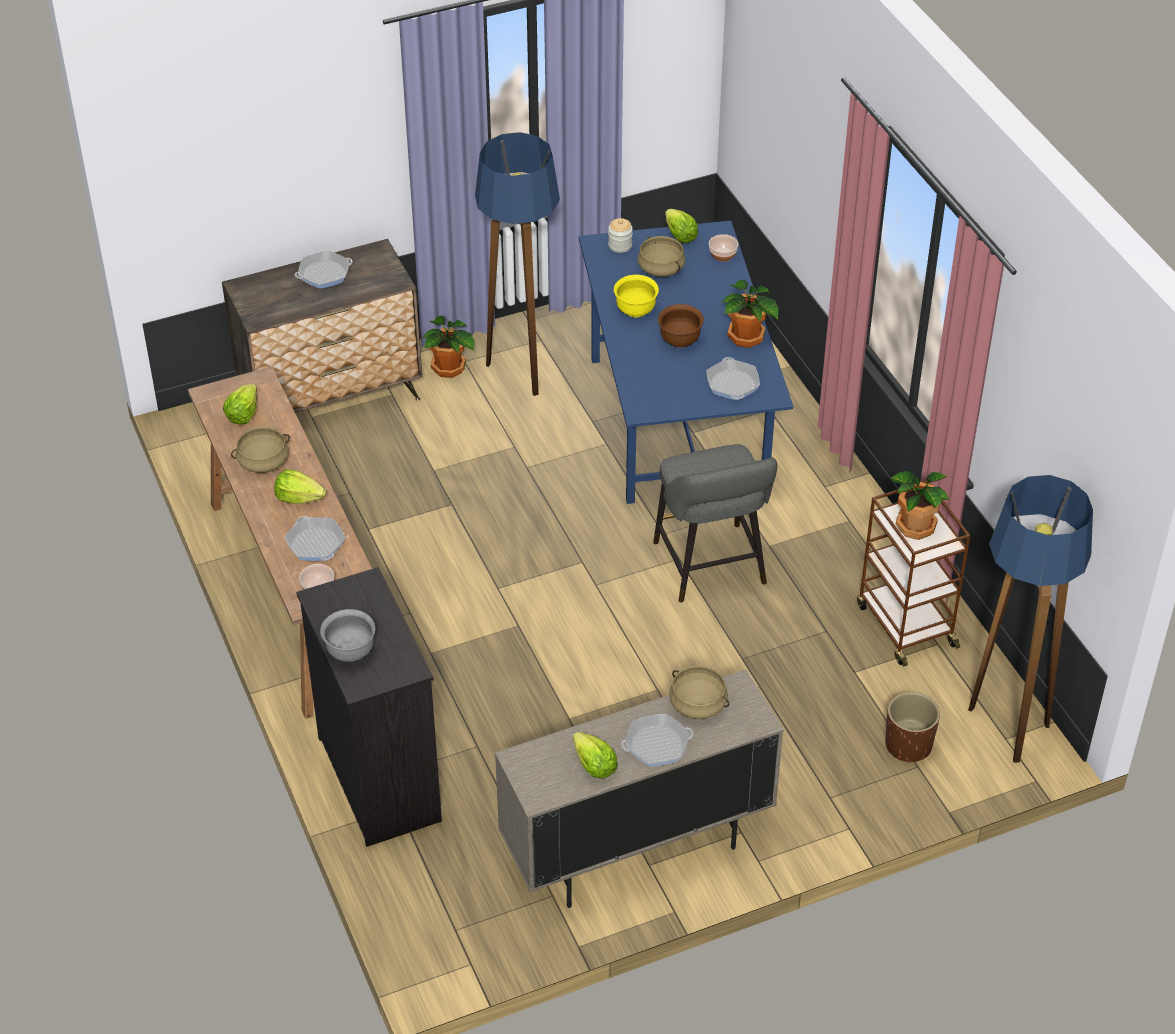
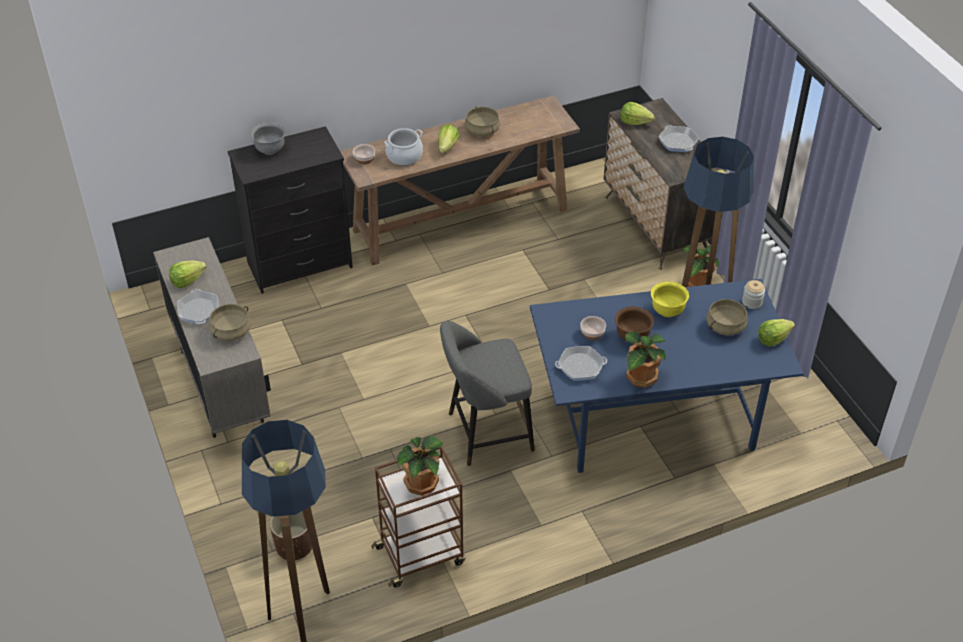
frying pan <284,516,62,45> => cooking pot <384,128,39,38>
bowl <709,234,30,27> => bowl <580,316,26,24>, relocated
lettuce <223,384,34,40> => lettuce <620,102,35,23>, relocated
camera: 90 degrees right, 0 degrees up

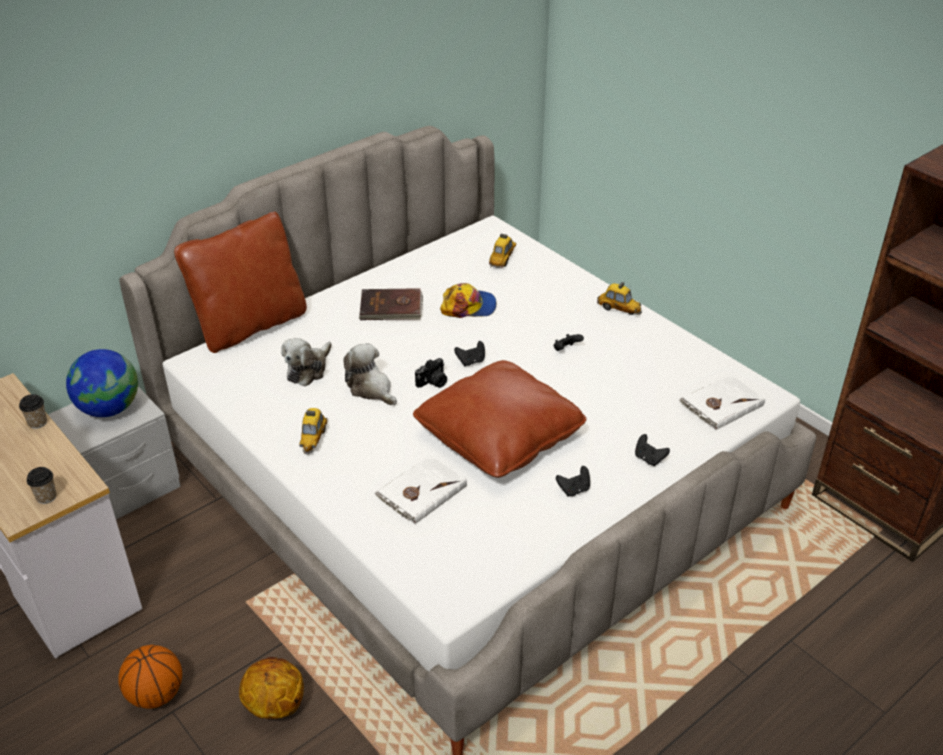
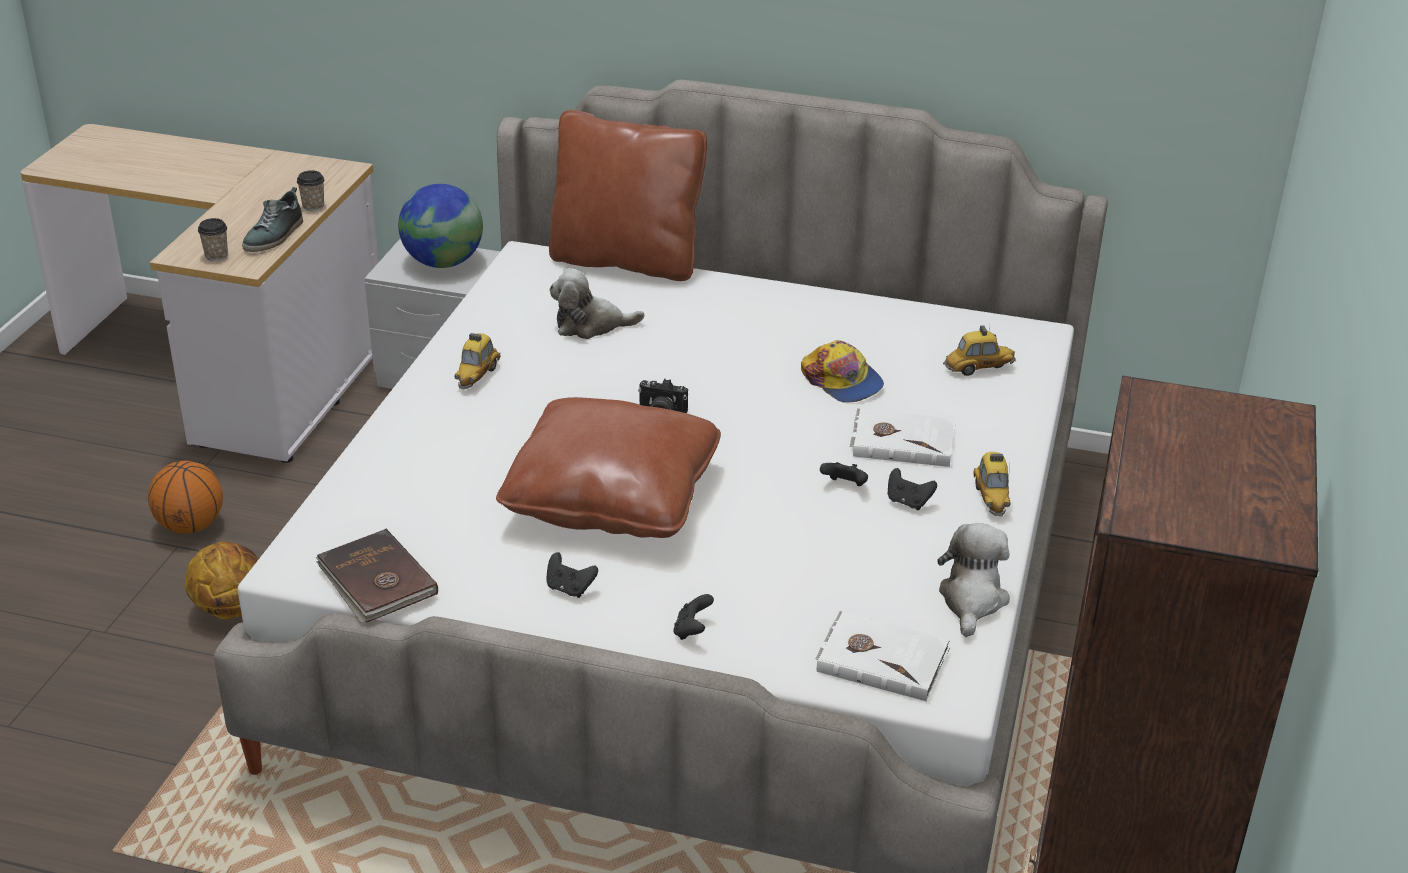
nothing => shoe <242,187,61,65>
brown book <359,288,64,32> => brown book <316,529,122,94>, relocated
toy car <299,408,29,46> => toy car <455,333,46,57>, 45 degrees counterclockwise
white book <375,455,92,69> => white book <850,408,105,59>, relocated
black game controller <454,341,31,25> => black game controller <888,468,49,42>, relocated
plush toy <343,343,54,62> => plush toy <937,523,73,114>, relocated
camera: 55 degrees right, 5 degrees down

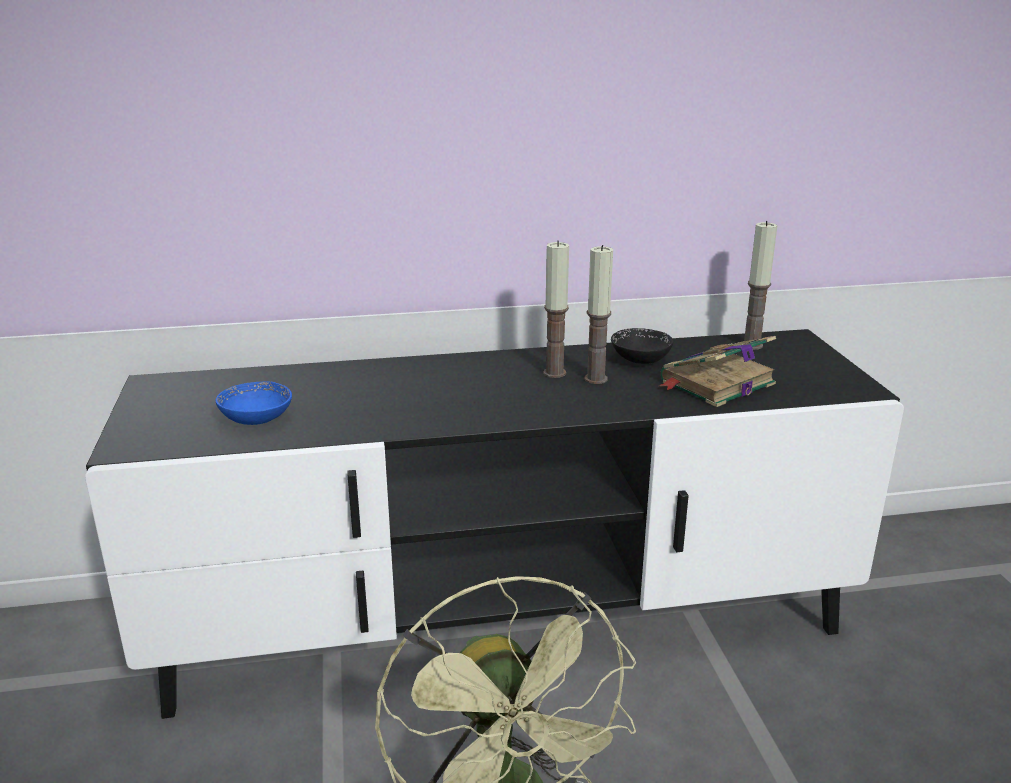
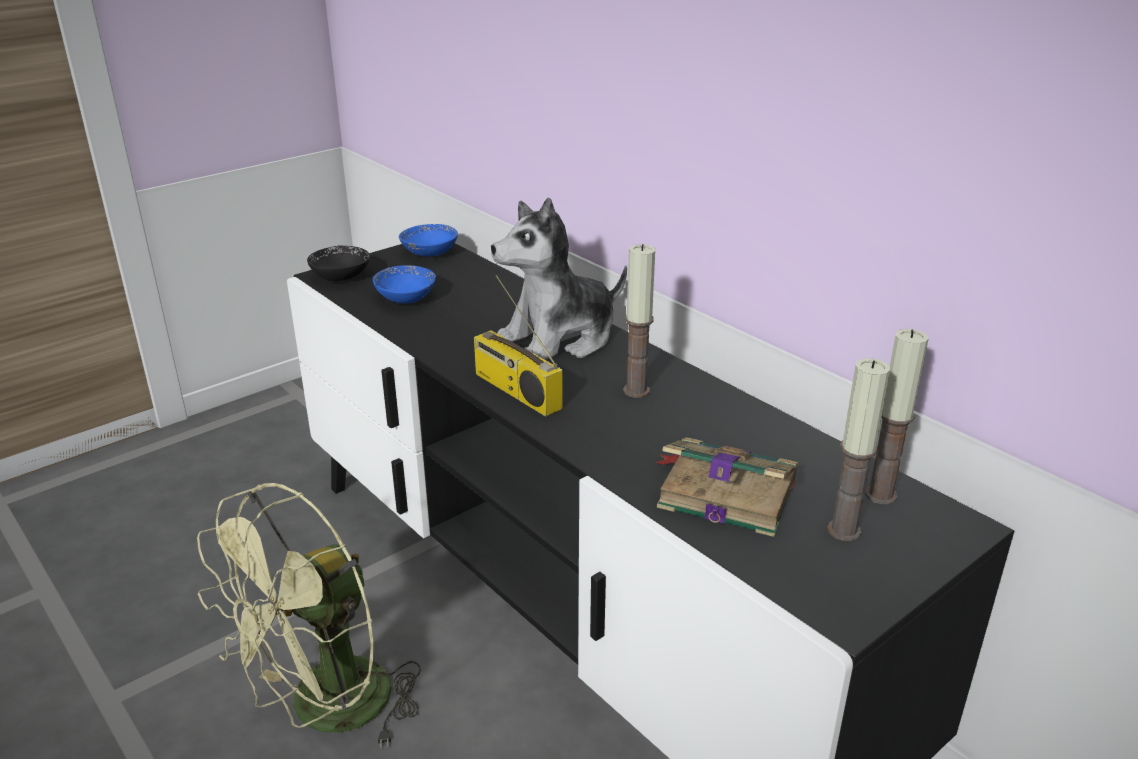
black bowl <611,328,62,36> => black bowl <307,245,63,36>, relocated
nothing => blue bowl <399,224,59,33>
nothing => radio <474,275,89,141>
nothing => plush toy <491,198,136,162>
candle <584,245,29,139> => candle <827,358,63,183>, relocated
camera: 60 degrees right, 5 degrees up

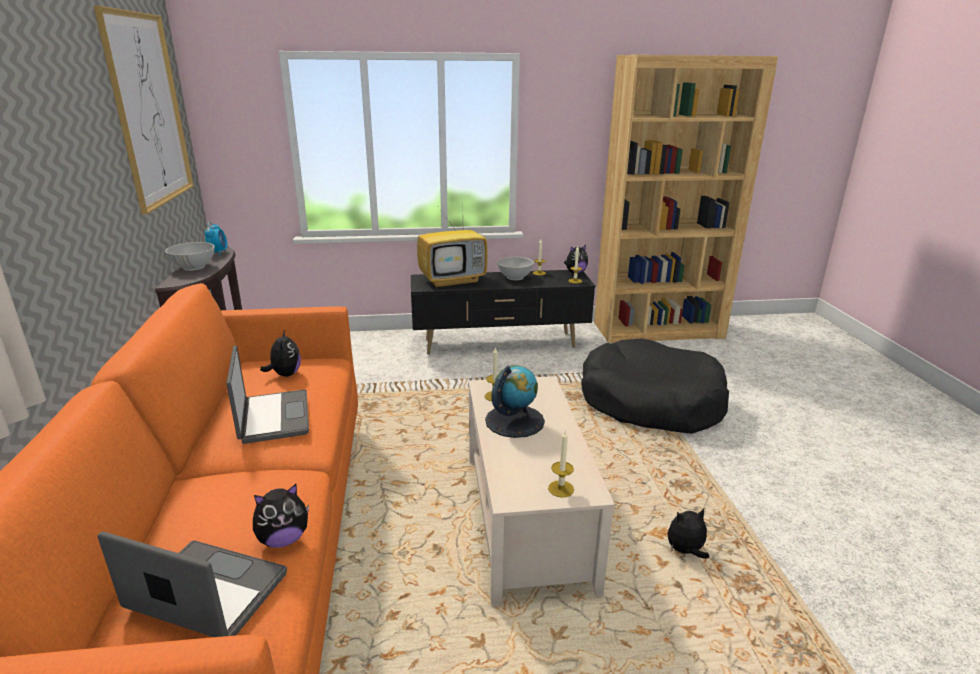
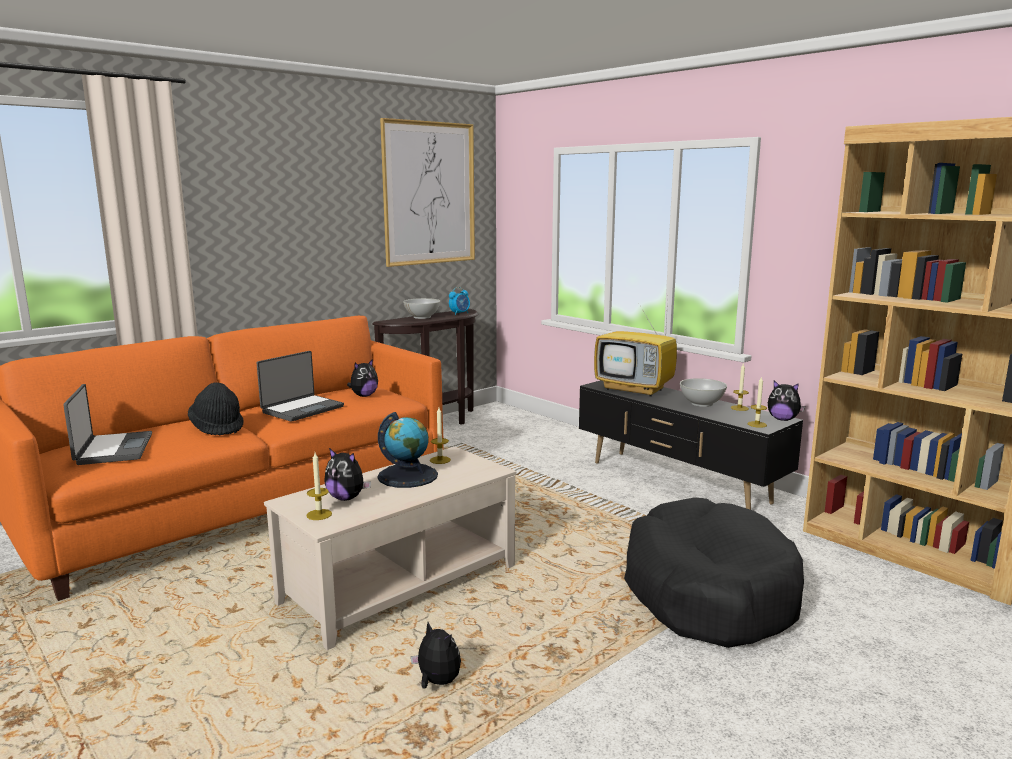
nothing => black hat <188,383,56,53>
plush toy <253,484,56,64> => plush toy <324,448,47,53>, relocated
camera: 55 degrees right, 10 degrees down

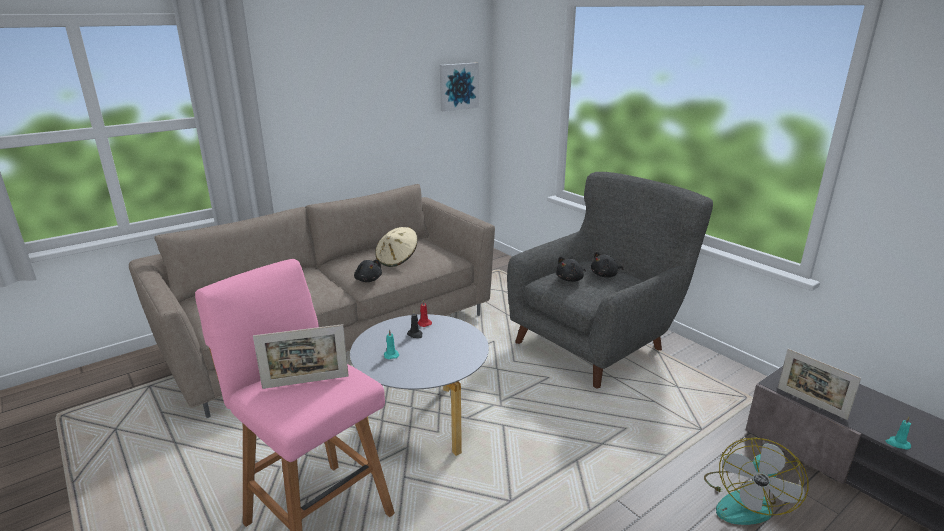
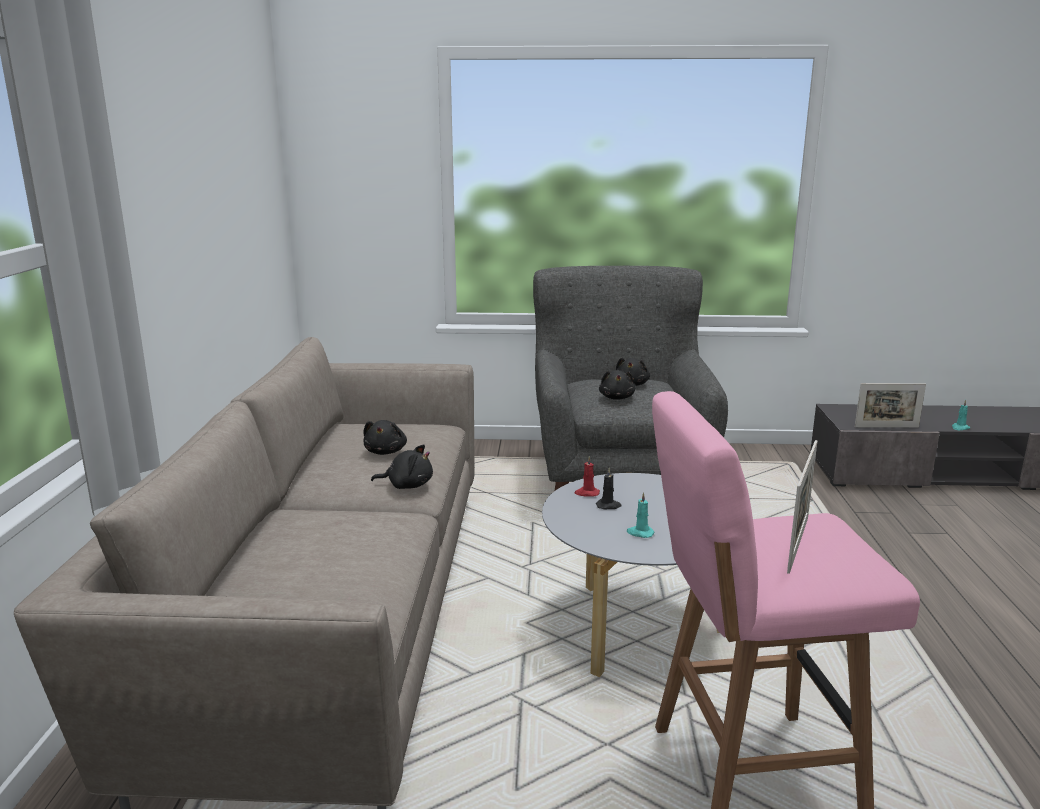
beige hat <375,227,43,40> => black plush toy <363,420,44,35>
picture <440,63,39,49> => nothing
fan <704,437,104,88> => nothing
camera: 50 degrees left, 5 degrees down

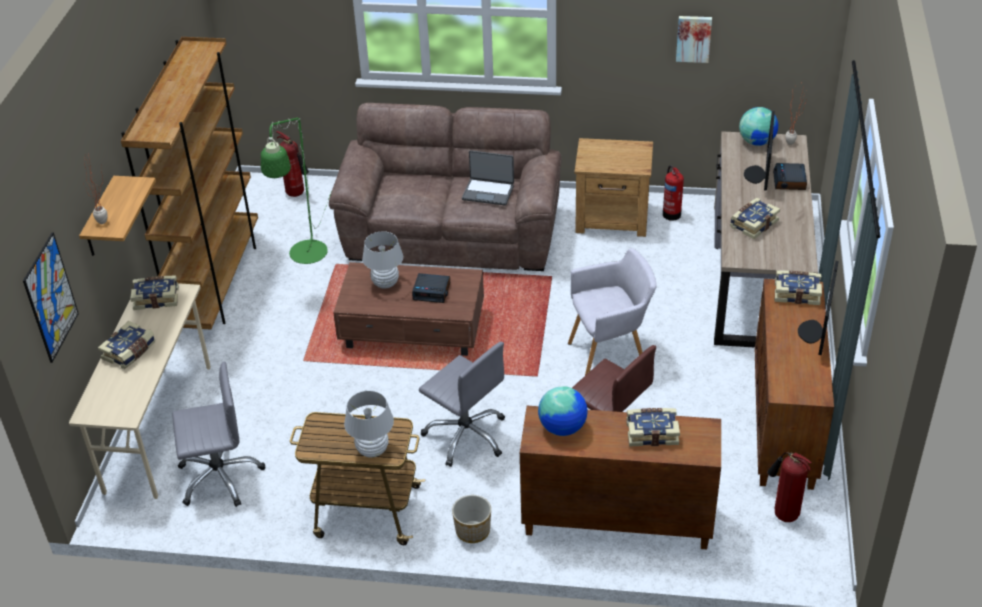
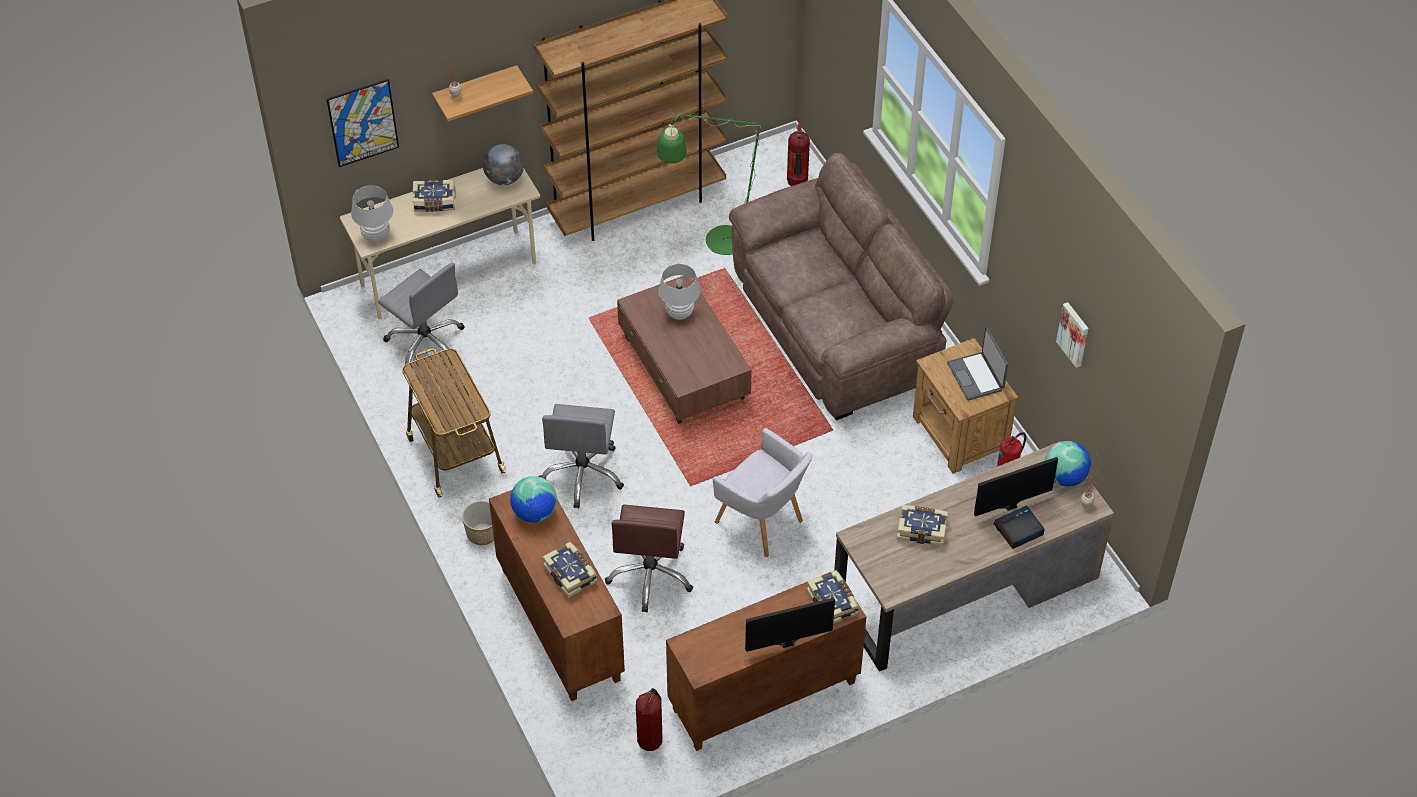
white table lamp <344,391,50,67> => white table lamp <351,185,42,57>, relocated
book <130,275,49,35> => globe <483,144,41,41>
laptop <462,150,52,56> => laptop <947,327,61,73>, relocated
alarm clock <412,273,38,30> => nothing
camera: 55 degrees right, 10 degrees up

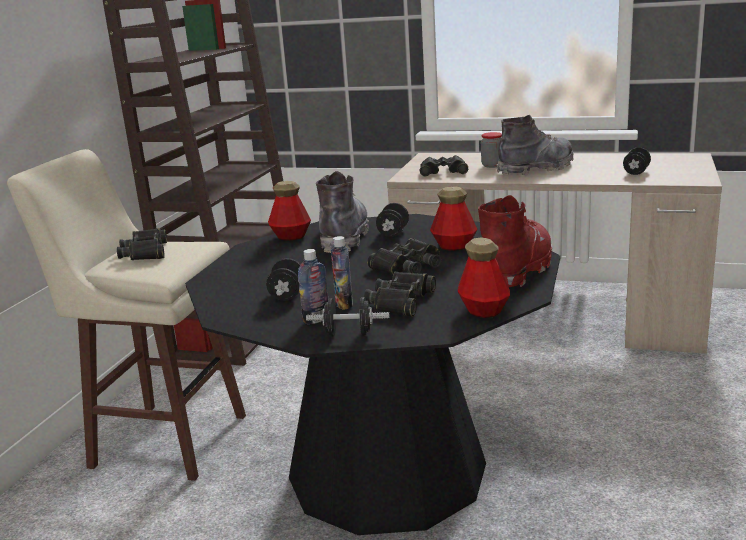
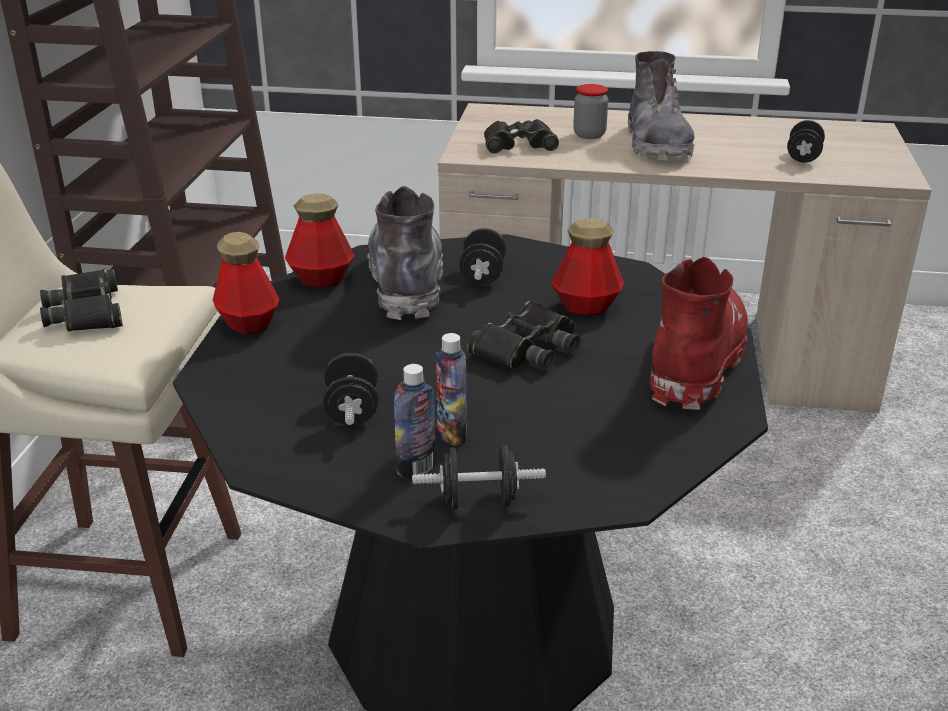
bottle <457,238,53,80> => bottle <213,232,66,103>, relocated
grey boot <496,115,78,60> => grey boot <628,51,67,110>, 120 degrees clockwise
black binoculars <364,272,72,45> => nothing
camera: 10 degrees left, 10 degrees up

